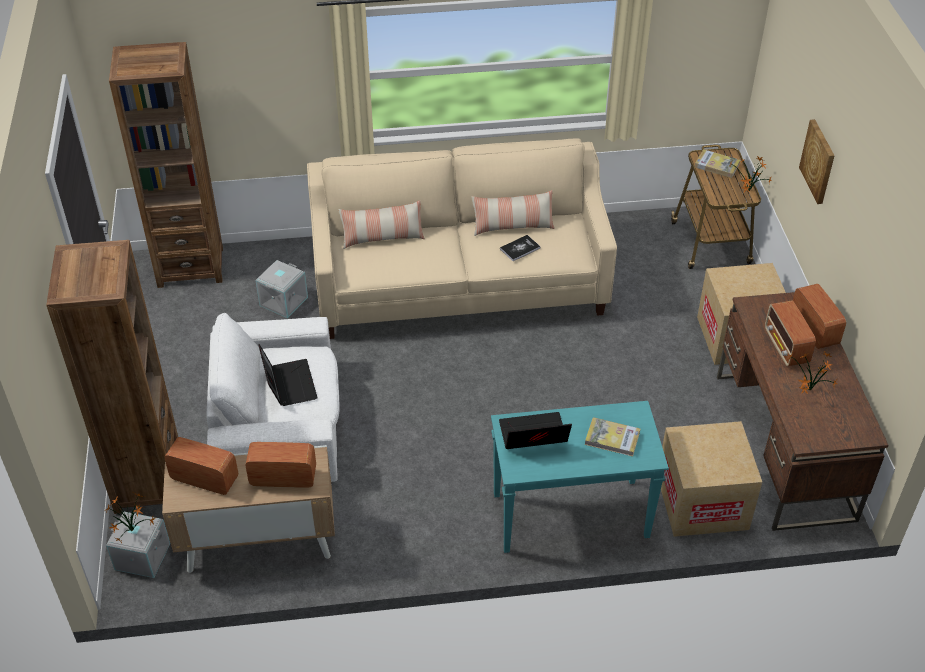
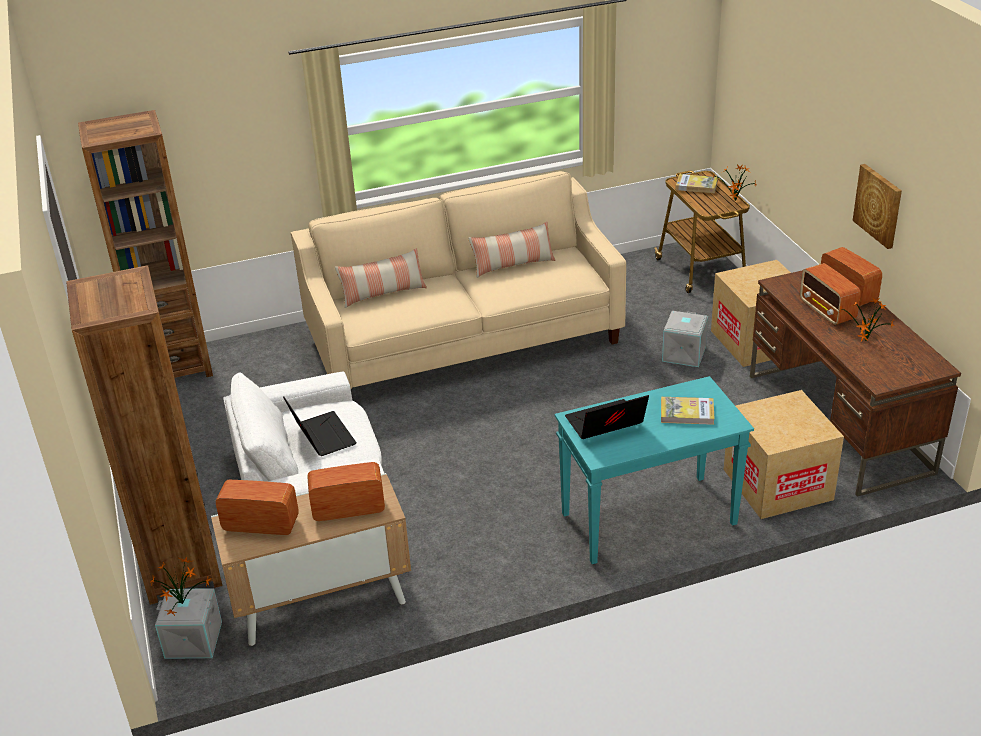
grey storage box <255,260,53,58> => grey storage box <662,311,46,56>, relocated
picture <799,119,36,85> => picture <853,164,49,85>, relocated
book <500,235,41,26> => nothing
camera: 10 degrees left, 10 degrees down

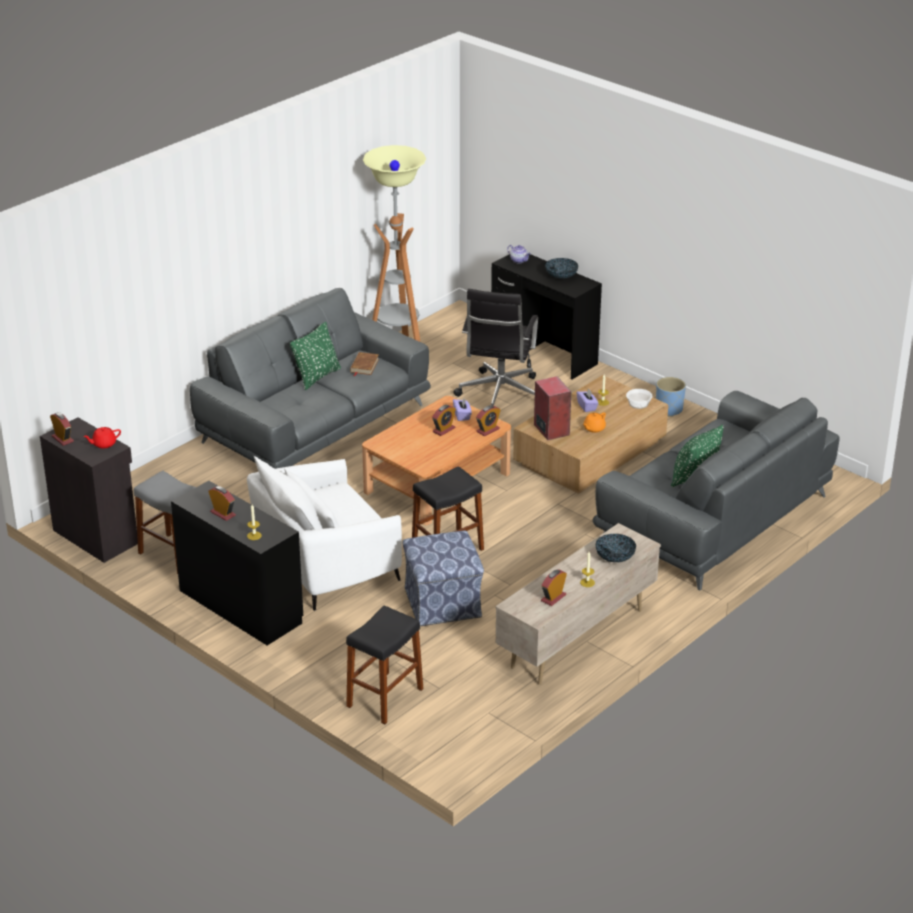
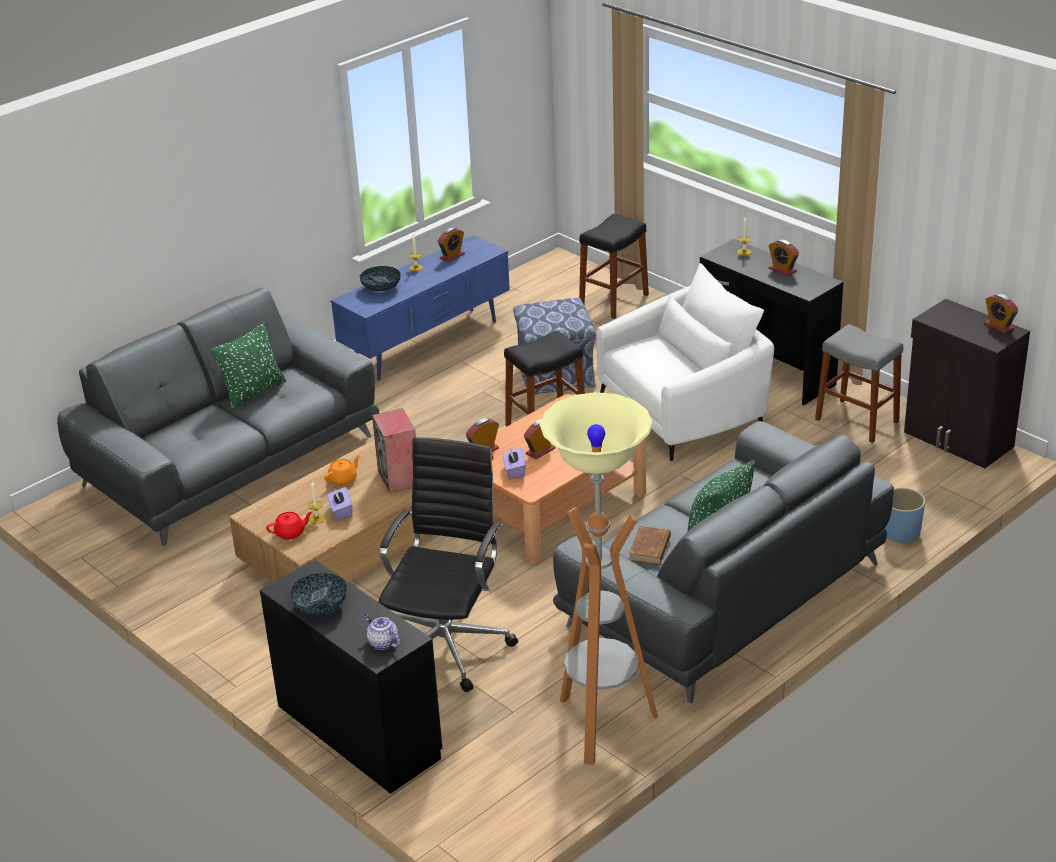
red teapot <83,427,38,22> => red teapot <266,511,47,29>, relocated
beige tv stand <495,523,166,162> => blue tv stand <331,235,179,146>
blue planter <656,377,30,40> => blue planter <884,488,41,56>, relocated
bowl <626,389,26,20> => nothing
camera: 175 degrees left, 0 degrees up

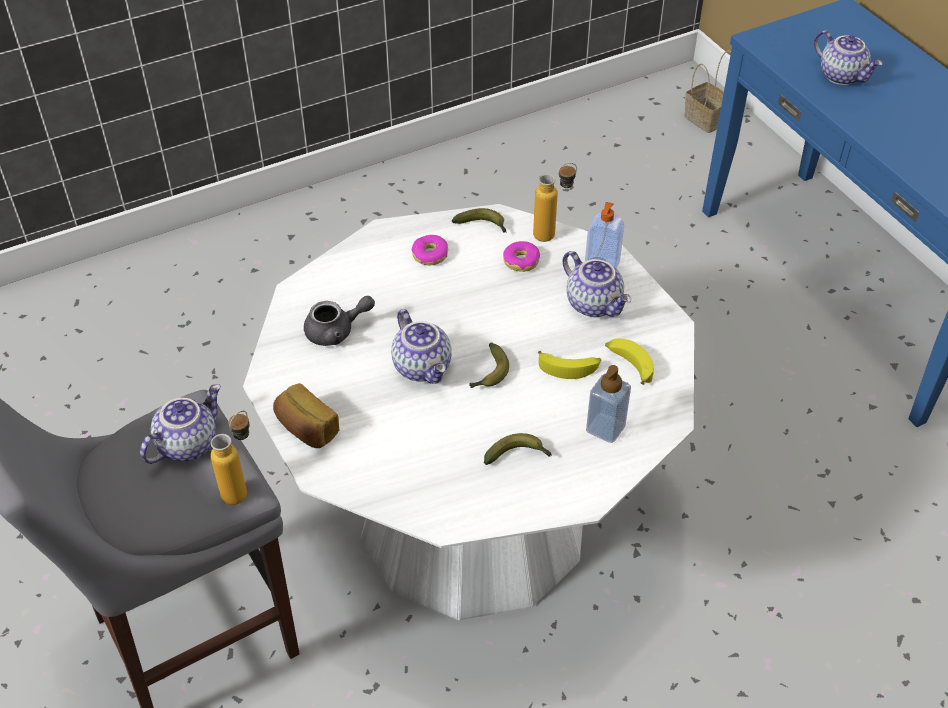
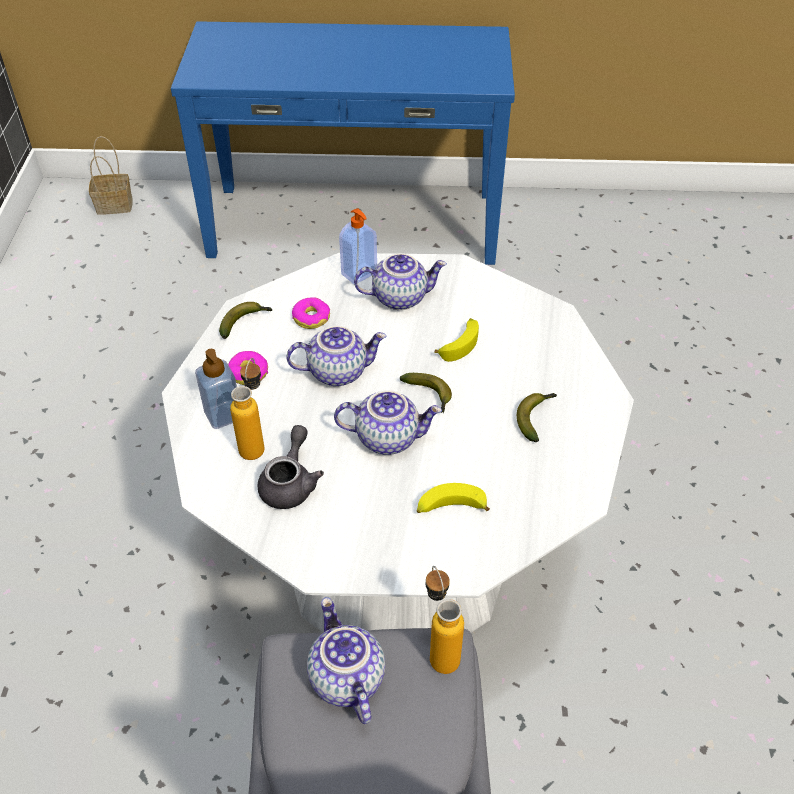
soap dispenser <586,365,45,78> => soap dispenser <195,349,42,80>, relocated
bottle <533,163,44,79> => bottle <230,358,35,102>, relocated
teapot <814,30,69,55> => teapot <286,326,100,61>, relocated
banana <605,339,49,46> => banana <417,483,73,30>, relocated
bread <273,383,67,65> => nothing
camera: 60 degrees left, 0 degrees up

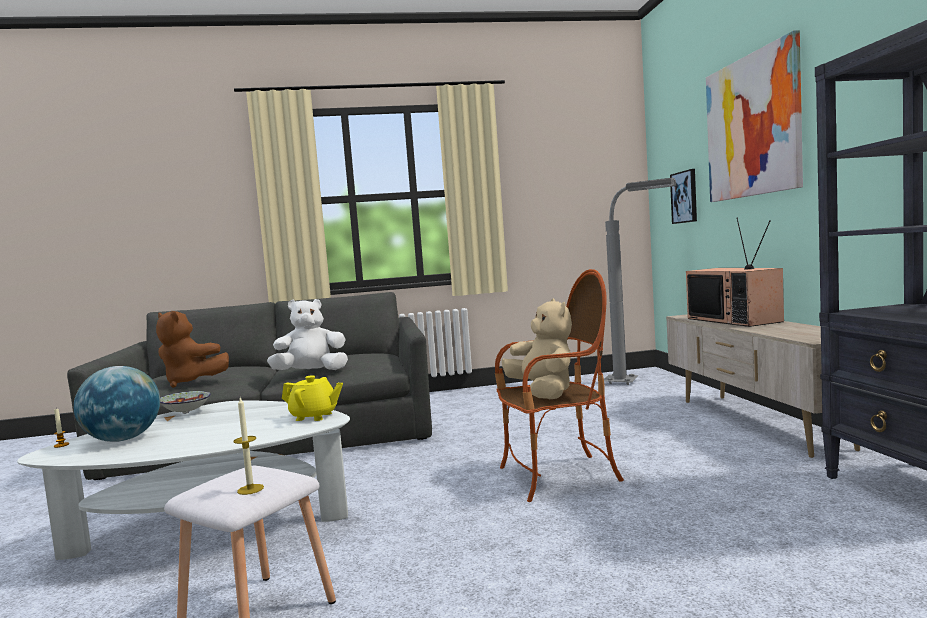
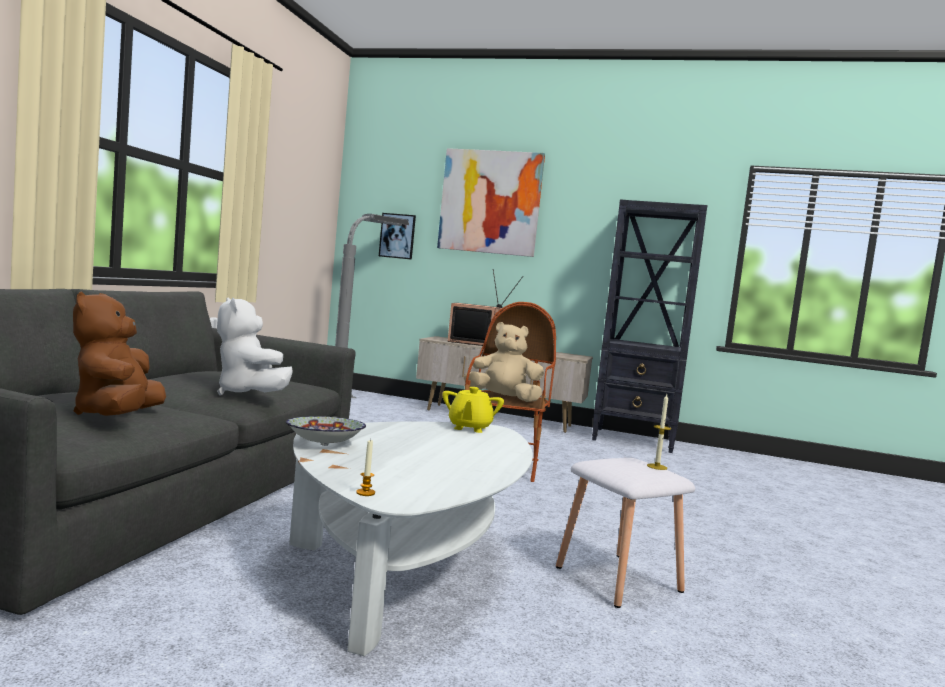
brown plush toy <156,311,73,77> => brown plush toy <73,291,93,125>, 120 degrees clockwise
white plush toy <267,299,81,71> => white plush toy <217,297,76,98>, 45 degrees counterclockwise
yellow teapot <282,375,61,46> => yellow teapot <442,387,62,46>, 150 degrees clockwise
globe <74,366,86,76> => nothing
camera: 65 degrees left, 0 degrees up

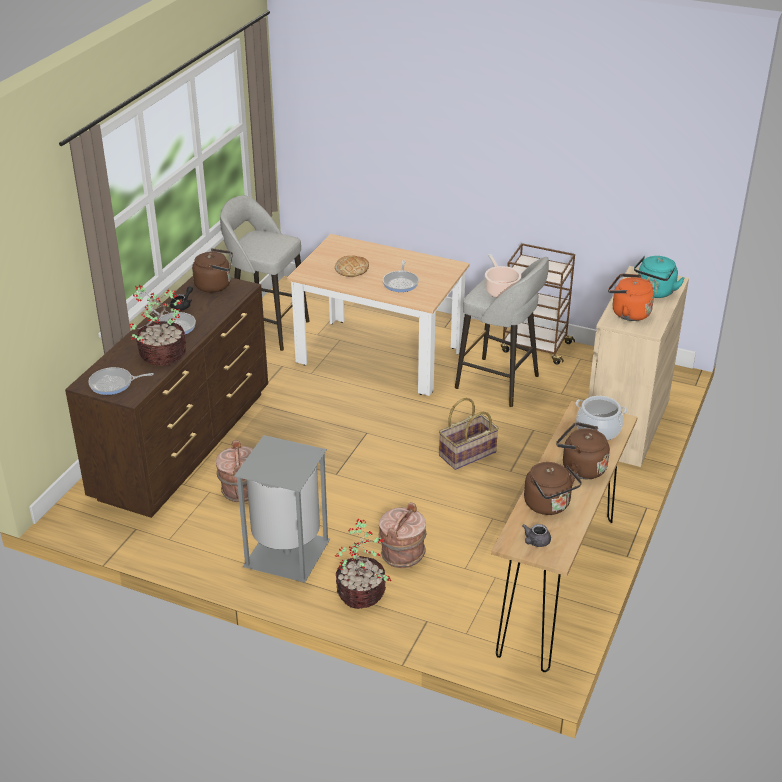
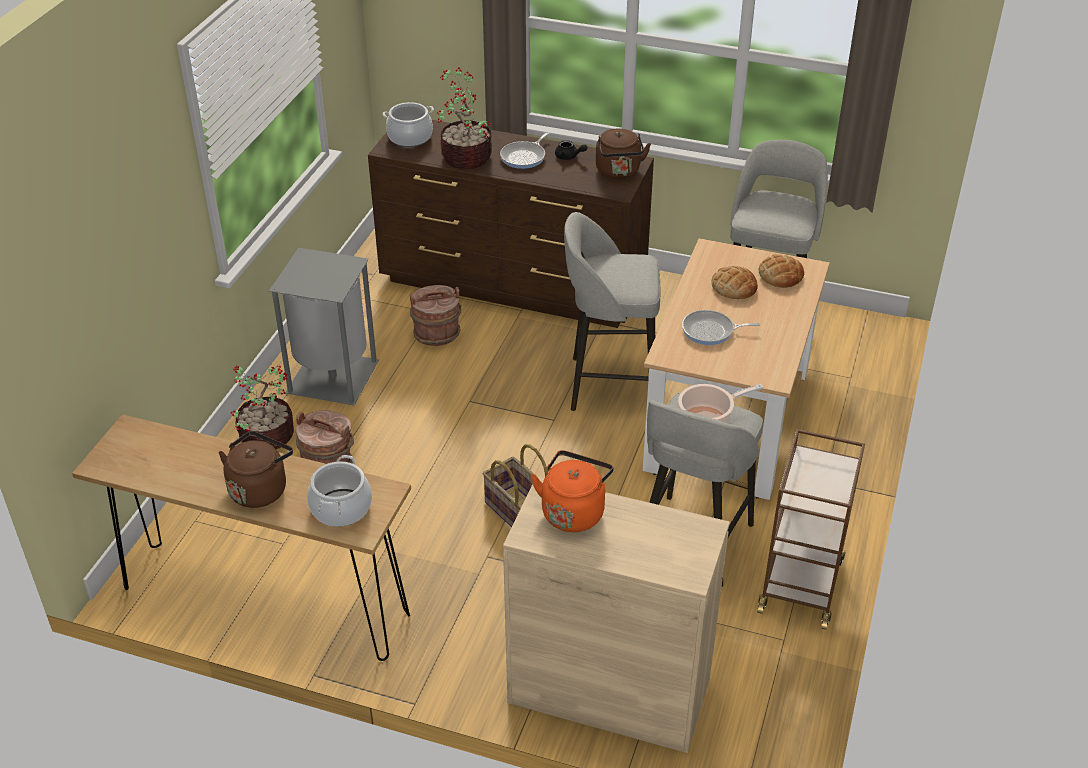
frying pan <88,367,66,28> => cooking pot <382,102,52,45>
nothing => grey stool <564,212,96,199>
nothing => bread <759,254,45,34>
grey teapot <522,524,29,23> => nothing
brown kettle <524,462,58,53> => nothing
turquoise kettle <634,256,51,42> => nothing
camera: 85 degrees right, 5 degrees up

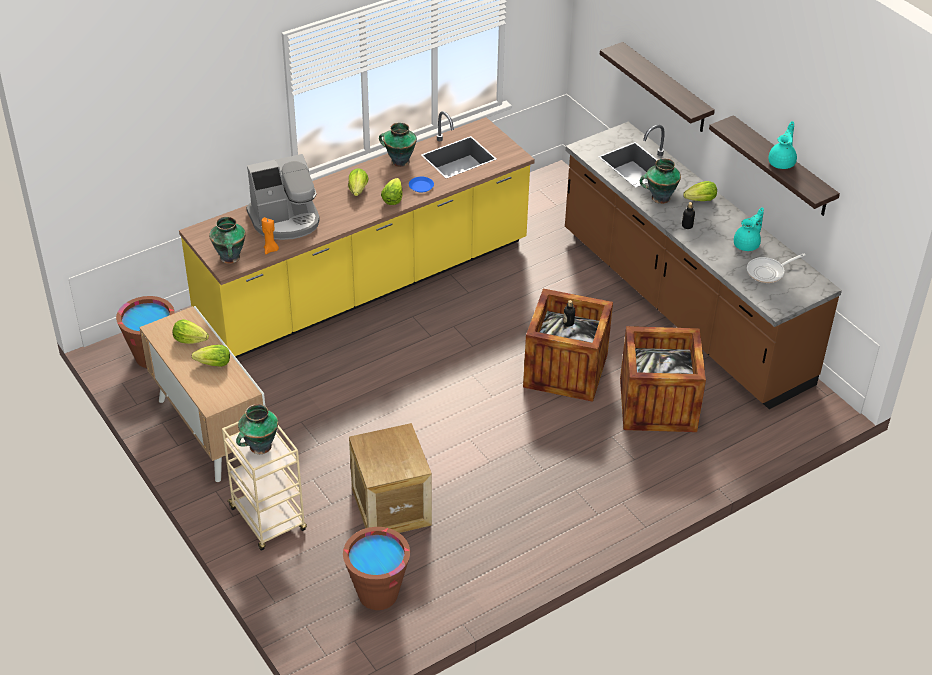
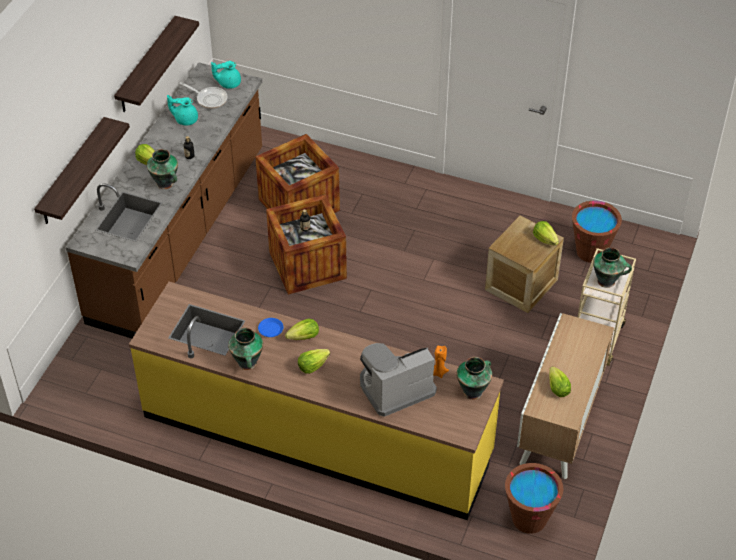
turquoise teapot <768,121,29,48> => turquoise teapot <211,61,30,28>, relocated
coffee machine <246,154,74,86> => coffee machine <360,343,77,74>, 60 degrees counterclockwise
lettuce <192,345,38,22> => lettuce <533,221,26,24>, relocated
camera: 125 degrees left, 5 degrees up

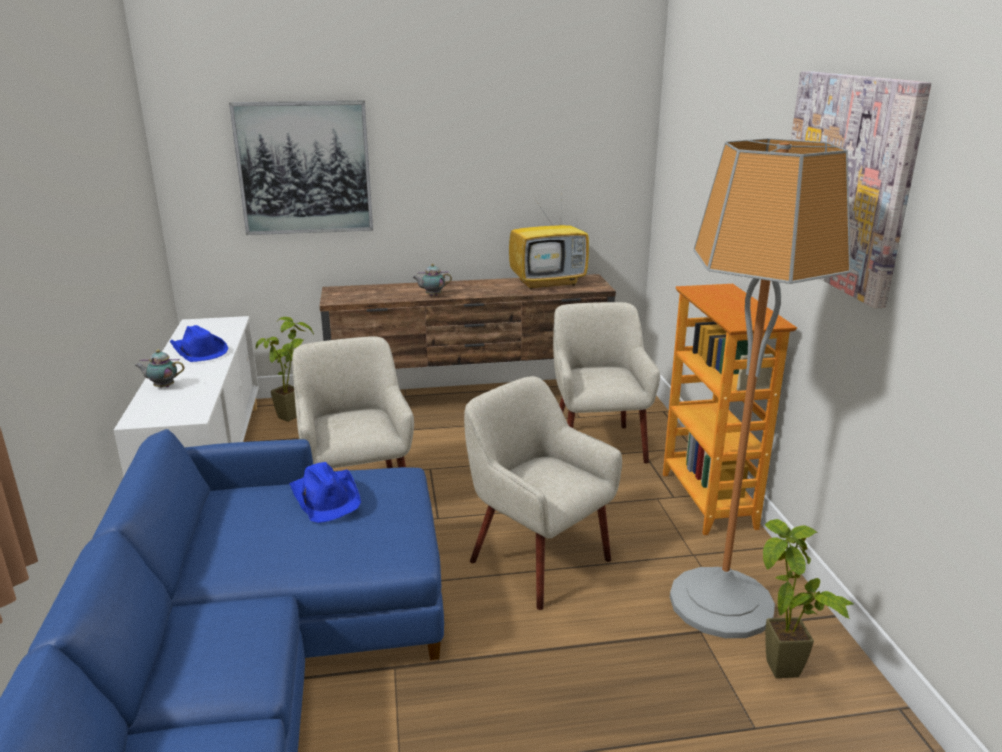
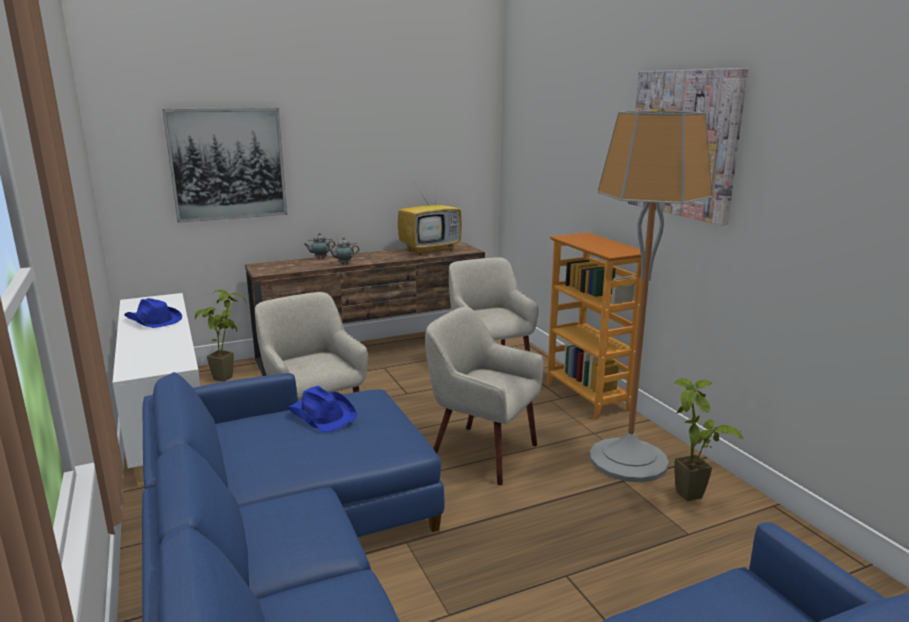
teapot <135,350,50,37> => teapot <304,233,31,26>, relocated
camera: 15 degrees left, 5 degrees down

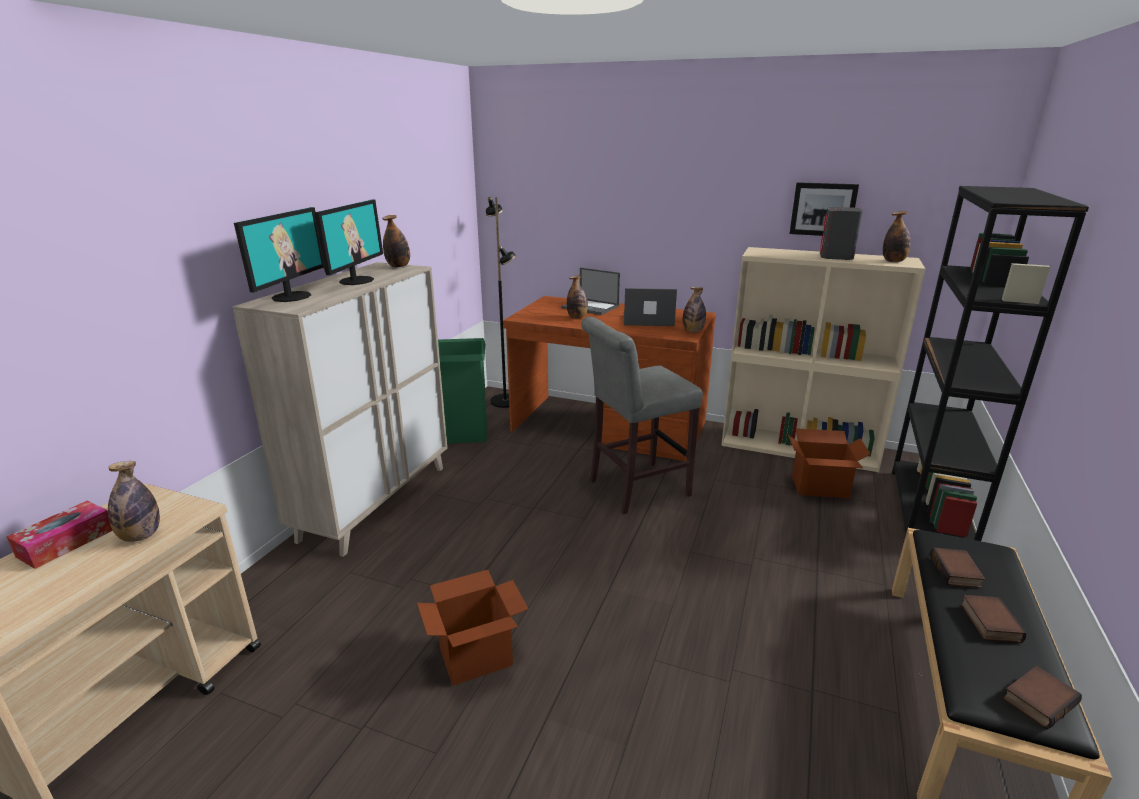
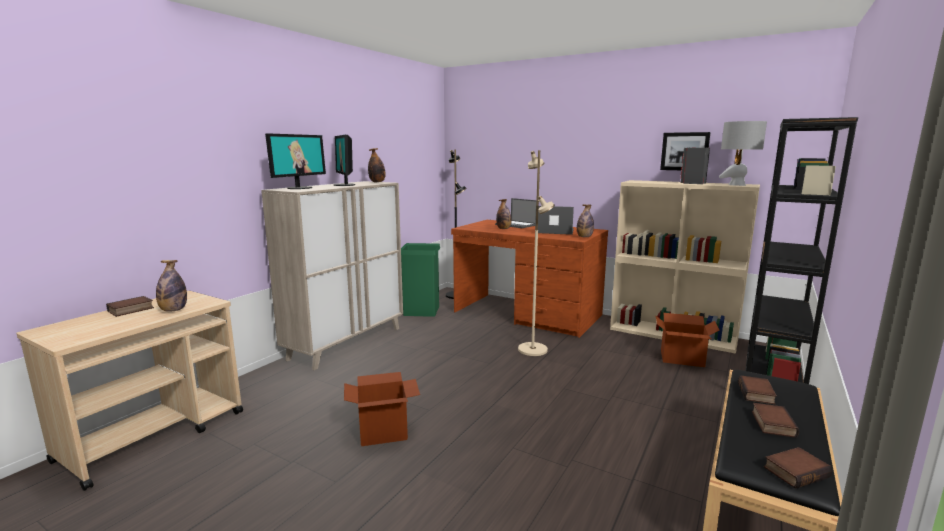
tissue box <6,501,107,68> => book <106,296,48,21>
monitor <314,200,69,85> => monitor <333,135,22,51>, 135 degrees clockwise
grey stool <581,317,122,197> => beige floor lamp <518,150,37,206>
bottle <883,211,27,51> => grey table lamp <719,121,48,65>
camera: 10 degrees right, 10 degrees down

